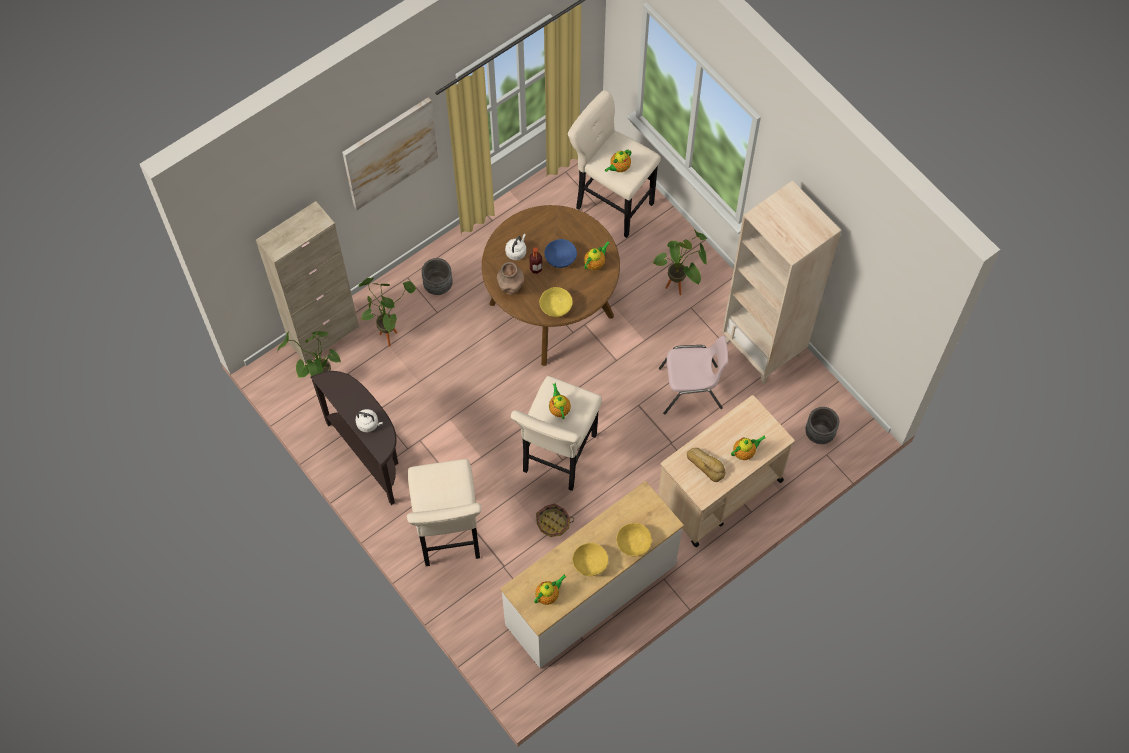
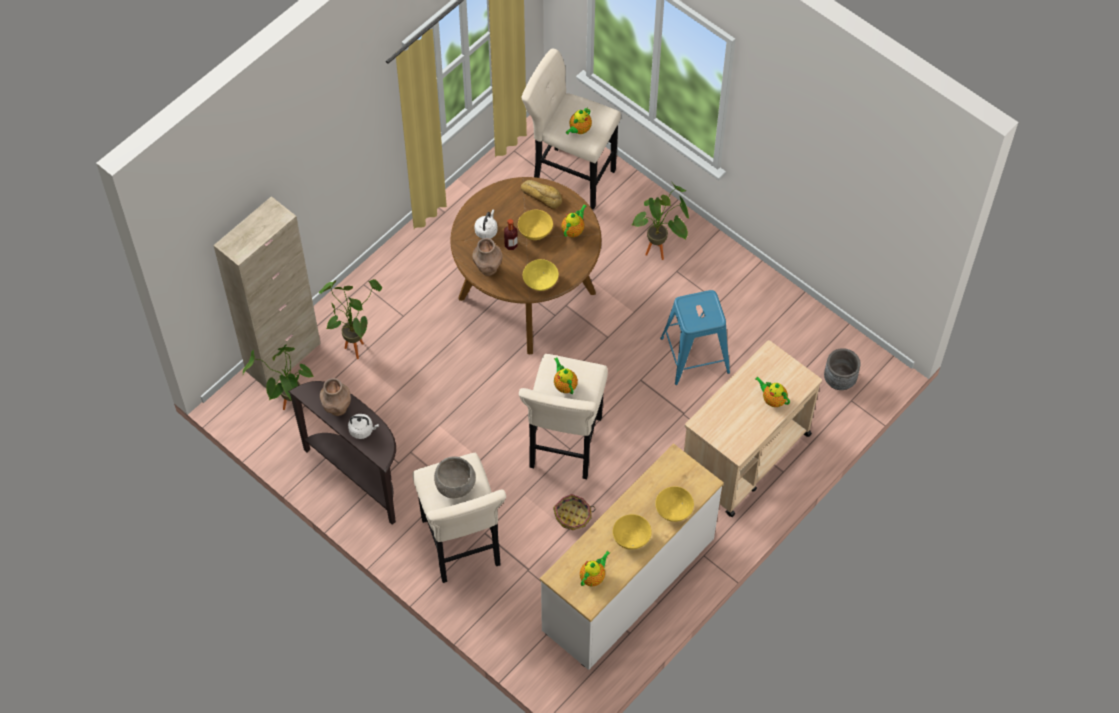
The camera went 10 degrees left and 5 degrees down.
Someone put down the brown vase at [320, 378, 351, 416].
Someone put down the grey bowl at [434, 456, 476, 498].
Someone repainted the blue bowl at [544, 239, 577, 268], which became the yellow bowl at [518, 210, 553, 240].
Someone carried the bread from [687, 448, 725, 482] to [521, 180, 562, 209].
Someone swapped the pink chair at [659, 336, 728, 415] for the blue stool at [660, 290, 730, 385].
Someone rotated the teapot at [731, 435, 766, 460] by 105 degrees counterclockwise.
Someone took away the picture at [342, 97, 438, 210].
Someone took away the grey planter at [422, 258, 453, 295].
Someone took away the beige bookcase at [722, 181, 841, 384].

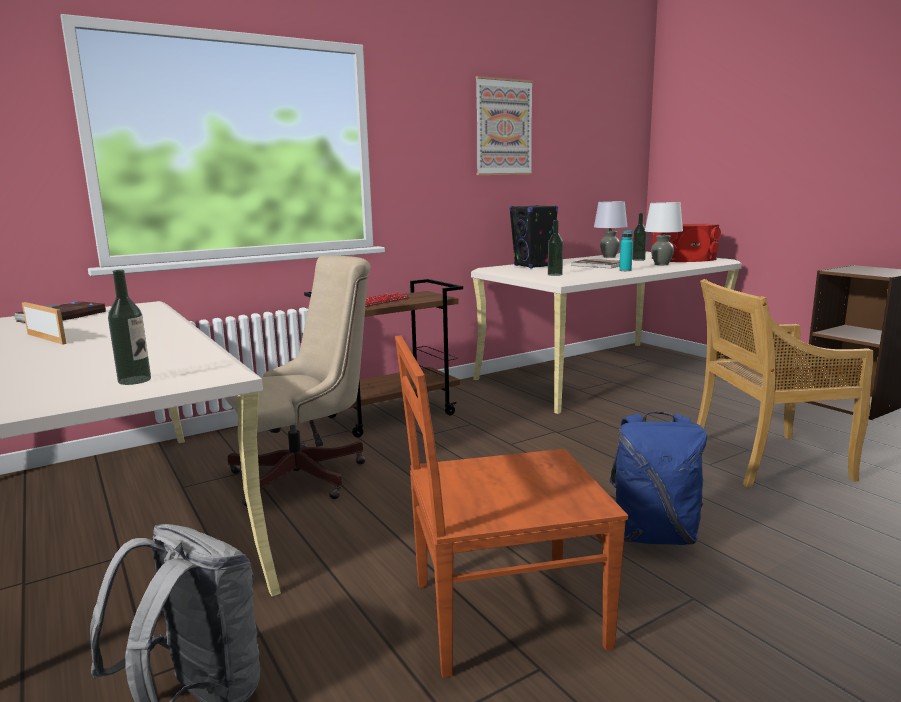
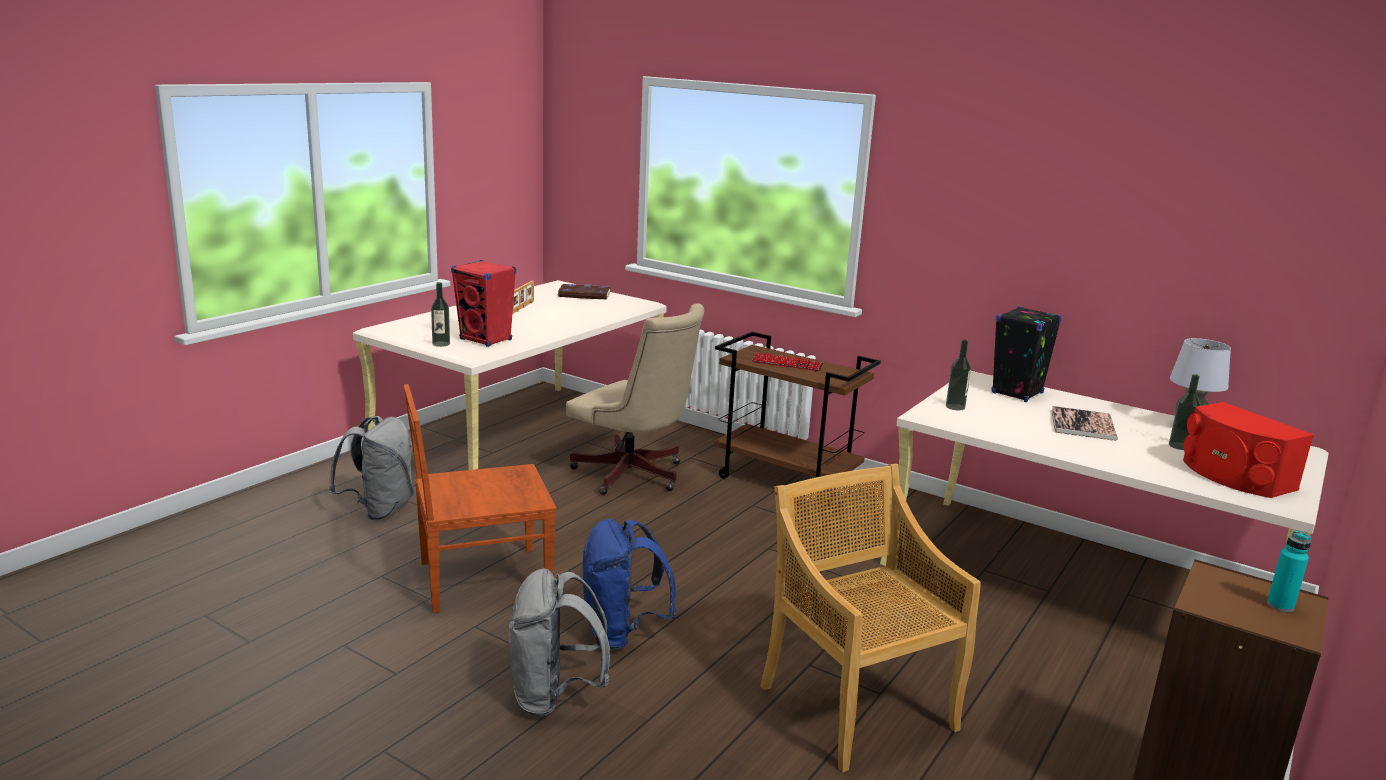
The camera went 65 degrees right and 5 degrees up.
Someone rotated the brown chair at [395, 335, 628, 678] by 75 degrees counterclockwise.
Someone put down the red speaker at [451, 260, 516, 347].
Someone put down the grey backpack at [509, 569, 610, 717].
Someone carried the turquoise bottle from [619, 230, 633, 271] to [1267, 530, 1311, 612].
Someone took away the picture at [475, 76, 533, 175].
Someone took away the white table lamp at [645, 202, 683, 265].

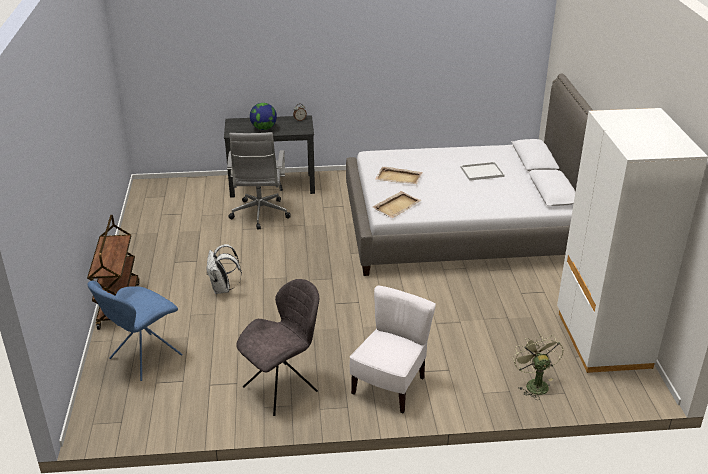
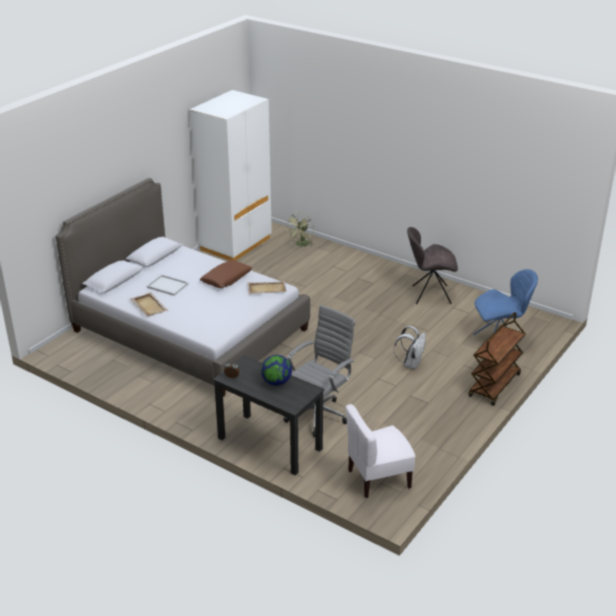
The camera went 140 degrees left and 0 degrees up.
Someone carried the beige tray from [375, 167, 423, 184] to [130, 292, 168, 316].
Someone put down the brown pillow at [200, 260, 252, 288].
Someone carried the white chair from [350, 285, 436, 413] to [345, 404, 415, 498].

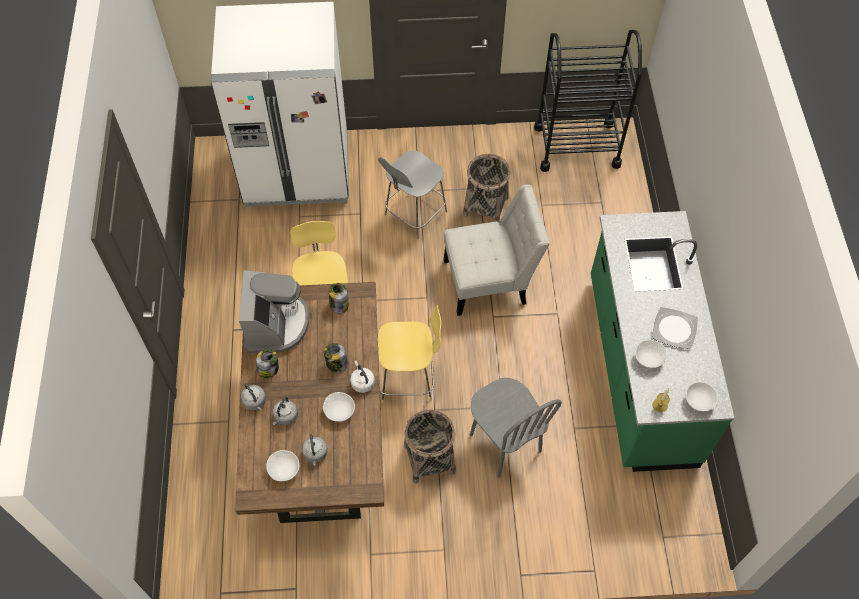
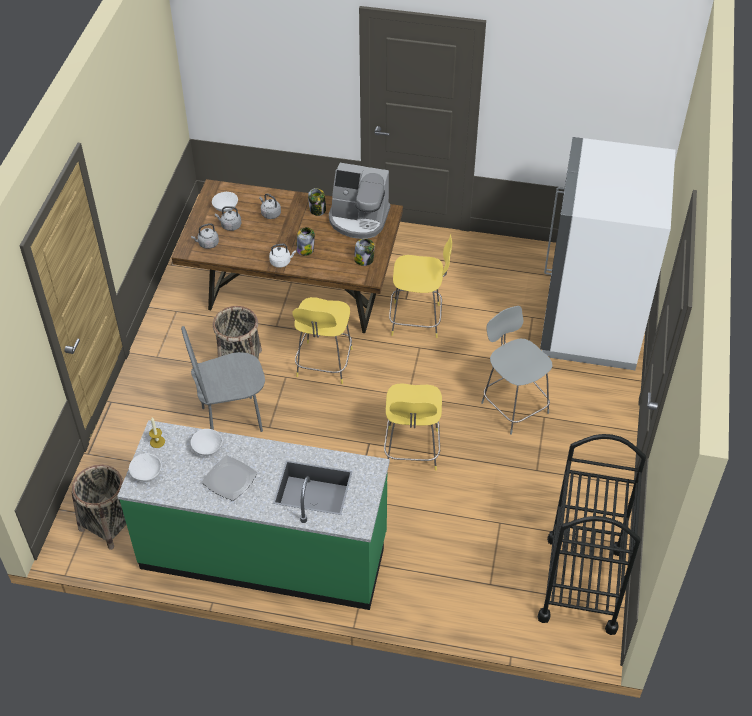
The camera went 105 degrees right and 10 degrees down.
Someone carried the basket from [463, 154, 510, 223] to [71, 464, 126, 550].
Someone carried the grey kettle from [241, 384, 266, 411] to [191, 223, 219, 249].
Someone swapped the white chair at [444, 185, 550, 316] for the yellow stool at [384, 383, 442, 471].
Someone took away the white bowl at [323, 392, 355, 422].

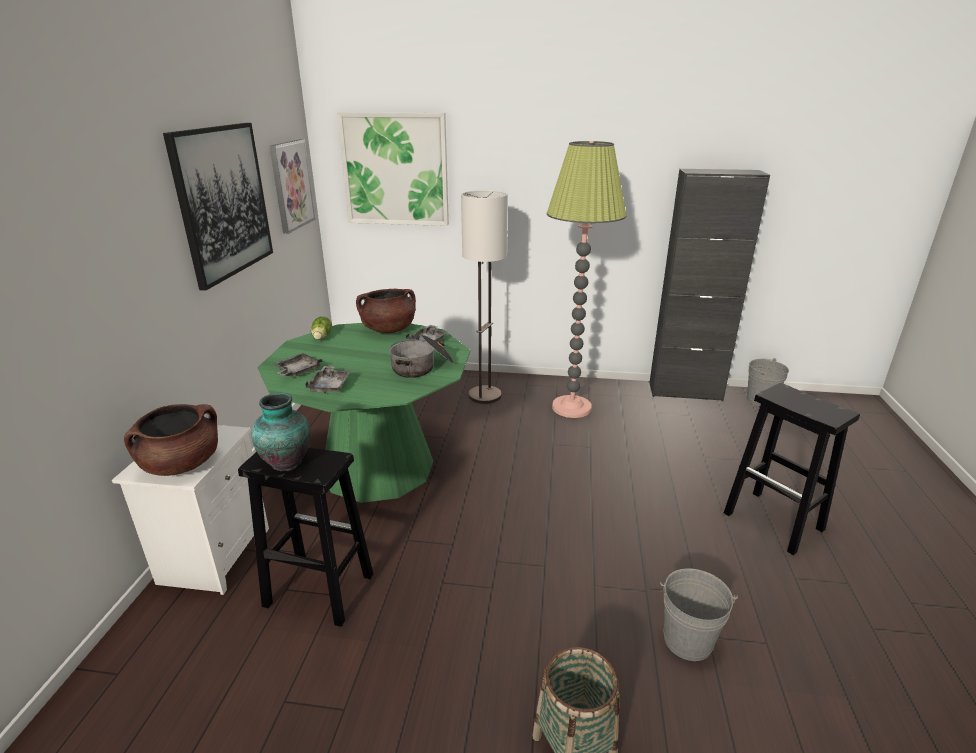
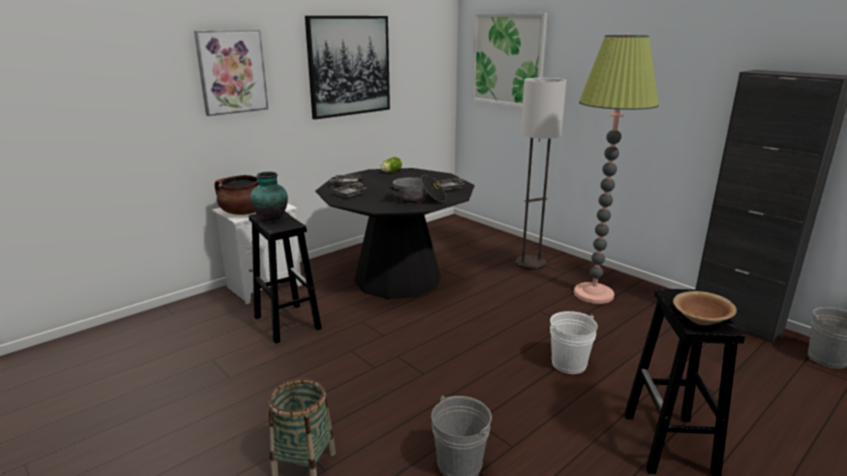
The camera went 40 degrees right and 5 degrees down.
Someone carried the picture from [269, 139, 315, 234] to [194, 30, 268, 116].
Someone repainted the green dining table at [258, 323, 470, 503], which became the black dining table at [315, 168, 474, 299].
Someone put down the white bucket at [550, 311, 598, 374].
Someone put down the brown bowl at [673, 291, 737, 325].
Someone took away the brown cooking pot at [356, 289, 416, 333].

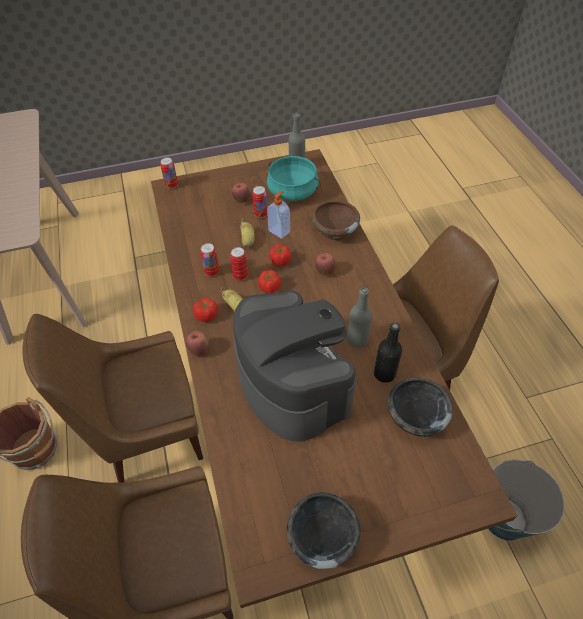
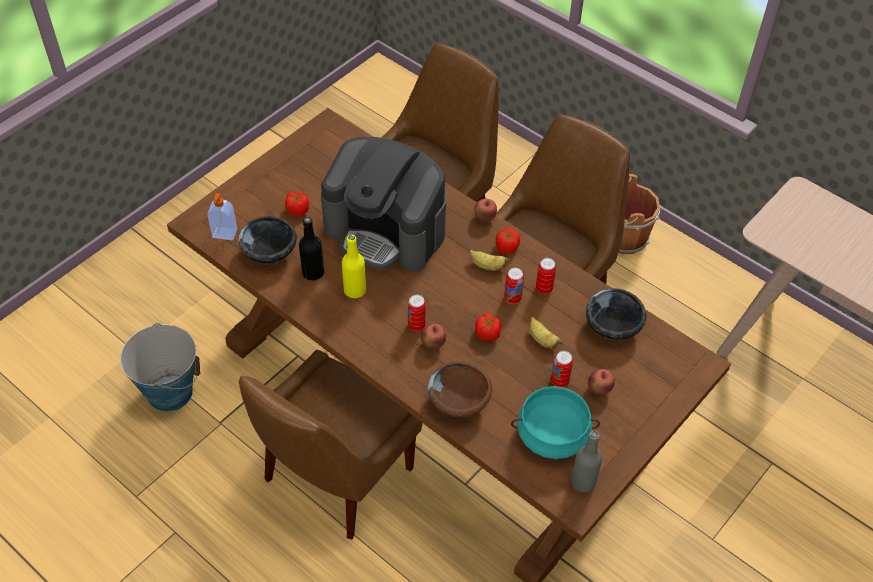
The camera went 145 degrees right and 0 degrees up.
Someone carried the soap dispenser from [267, 191, 290, 239] to [207, 193, 237, 240].
Someone carried the tomato from [258, 270, 281, 293] to [285, 192, 309, 216].
Someone repainted the grey bottle at [347, 287, 372, 348], which became the yellow bottle at [342, 235, 366, 298].
Someone carried the can from [160, 157, 178, 189] to [408, 295, 426, 331].
Someone carried the black bowl from [287, 492, 361, 569] to [586, 288, 647, 340].

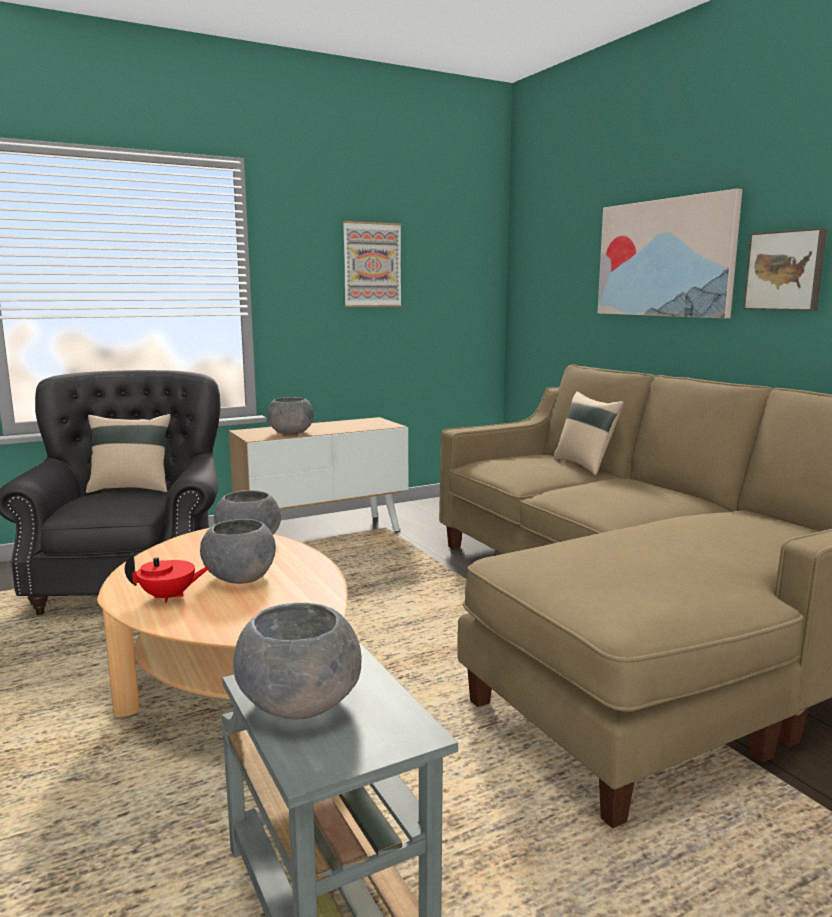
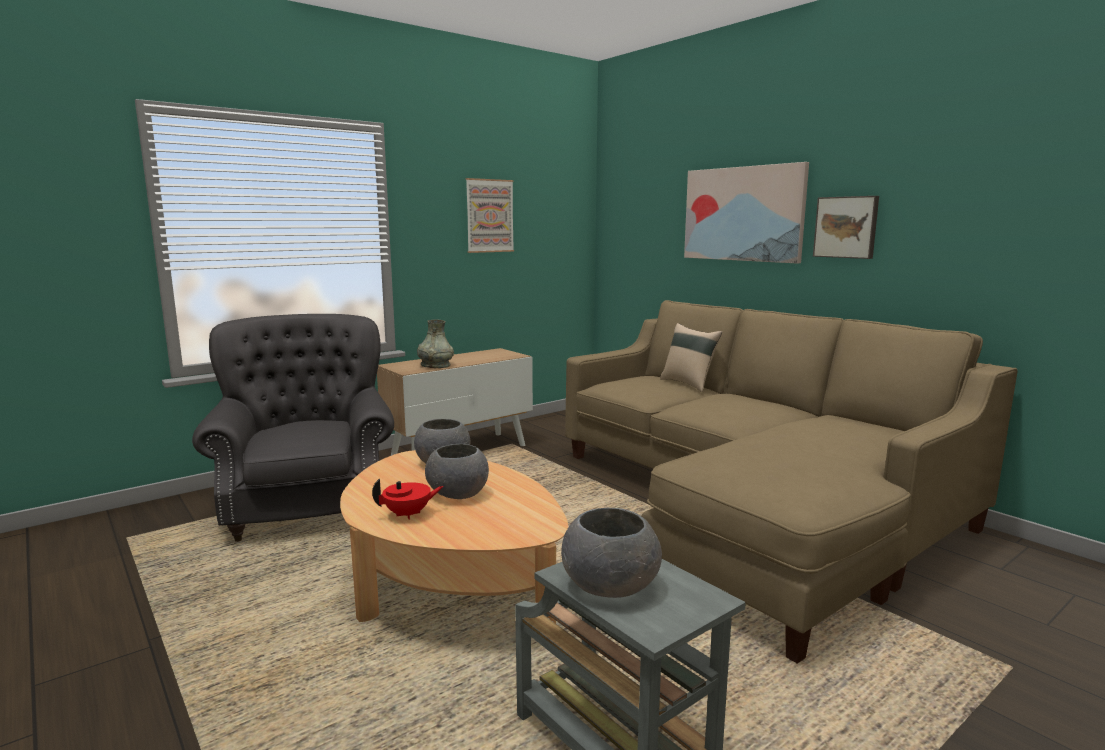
The camera went 10 degrees left and 0 degrees up.
Someone swapped the grey bowl at [267, 397, 314, 435] for the grey vase at [417, 319, 454, 368].
Someone took away the beige pillow at [86, 414, 171, 493].

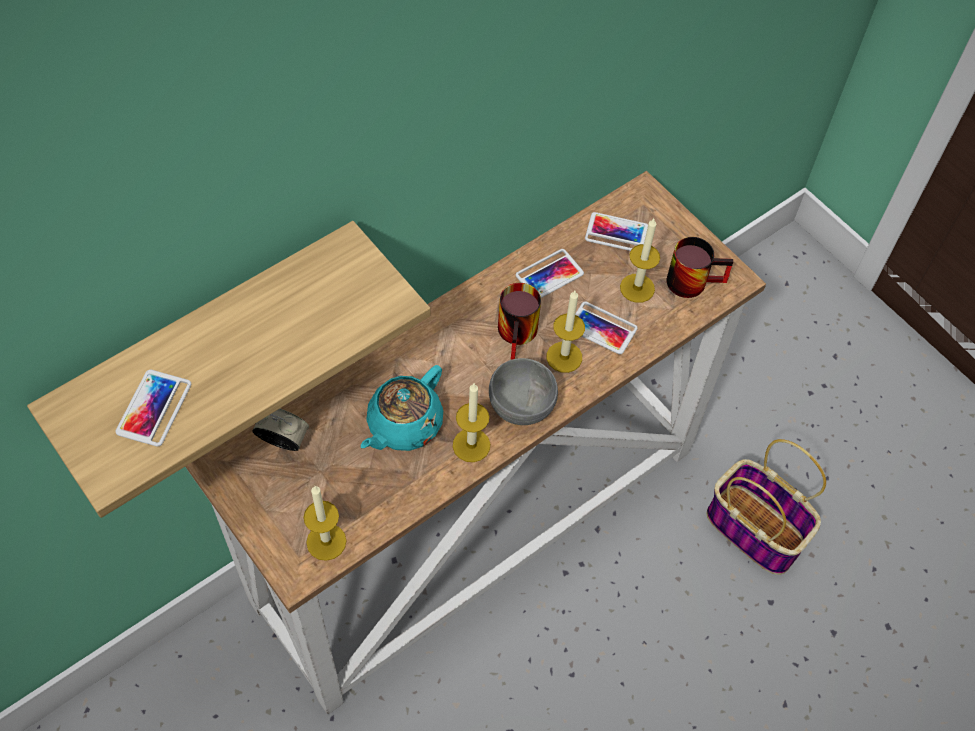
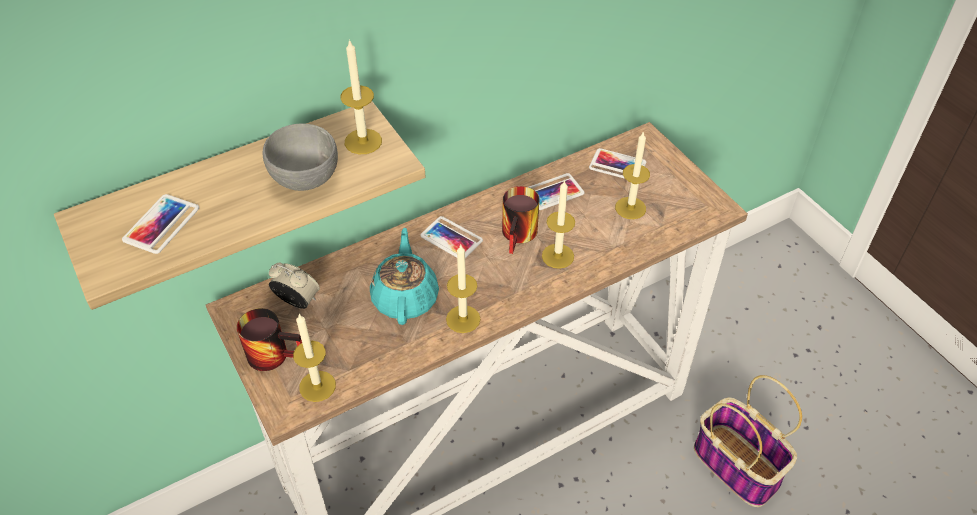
The camera went 10 degrees right and 10 degrees down.
Someone carried the mug from [667, 237, 733, 298] to [237, 308, 302, 371].
Someone carried the grey bowl from [489, 358, 558, 425] to [263, 123, 338, 191].
Someone put down the candle at [340, 39, 382, 154].
Someone rotated the turquoise teapot at [360, 365, 443, 451] by 135 degrees clockwise.
Someone carried the phone from [575, 302, 638, 354] to [420, 216, 483, 259].

